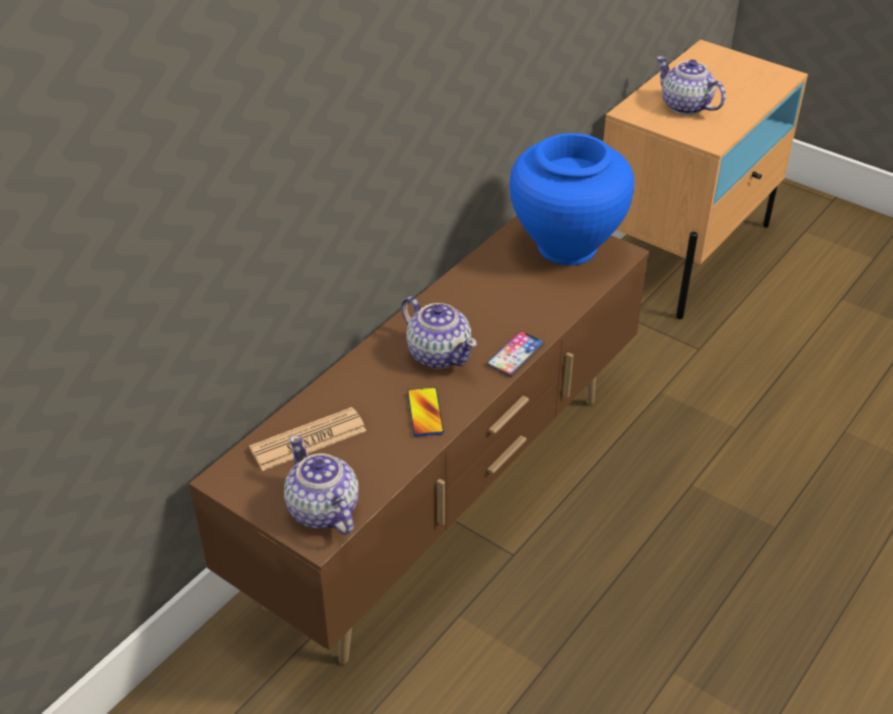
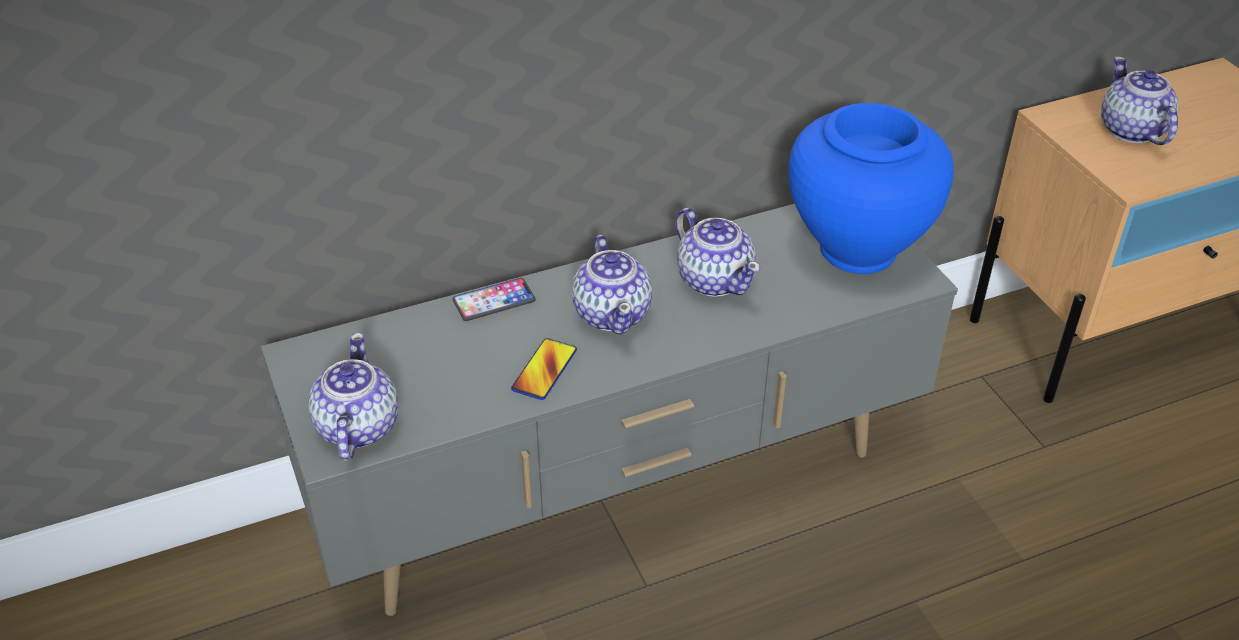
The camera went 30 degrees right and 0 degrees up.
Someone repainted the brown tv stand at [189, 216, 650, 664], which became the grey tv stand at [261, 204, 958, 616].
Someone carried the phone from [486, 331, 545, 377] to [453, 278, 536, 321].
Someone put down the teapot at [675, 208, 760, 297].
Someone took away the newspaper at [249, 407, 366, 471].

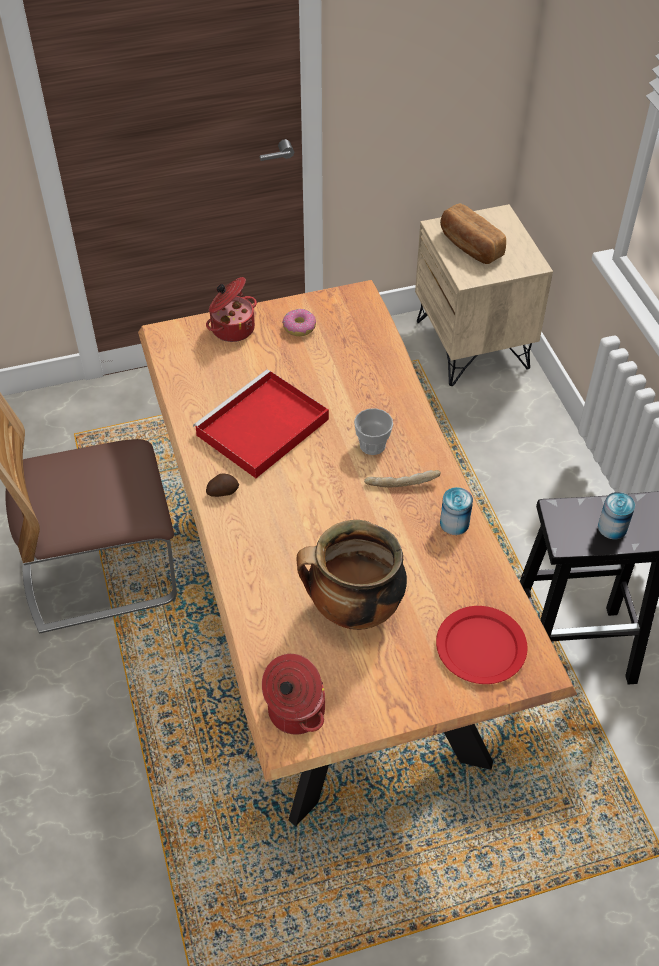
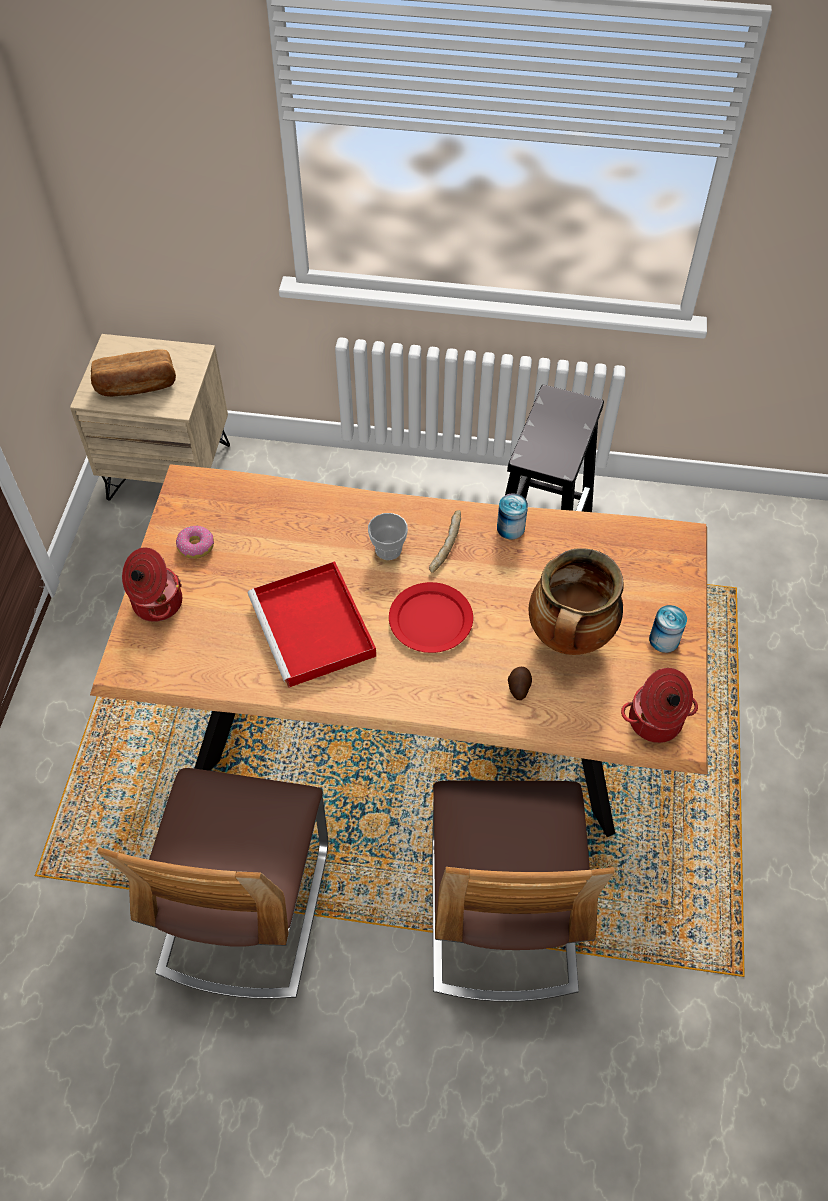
The camera went 65 degrees left and 5 degrees up.
Someone carried the red plate from [436, 606, 528, 684] to [389, 582, 473, 653].
Someone put down the chair at [432, 781, 615, 1002].
Someone carried the potato from [206, 473, 239, 497] to [508, 667, 532, 700].
Someone carried the can from [598, 492, 635, 539] to [649, 605, 687, 653].

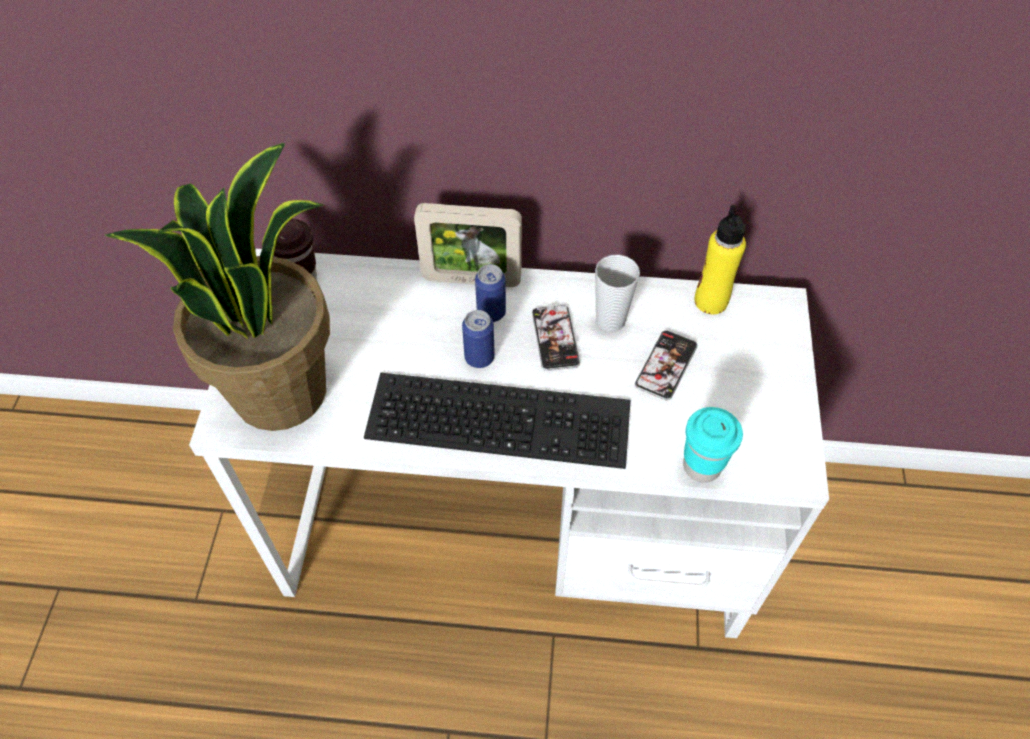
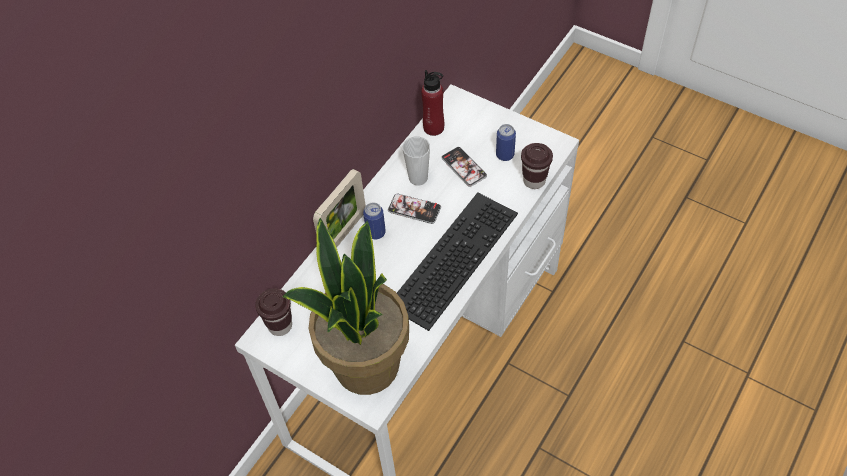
The camera went 60 degrees left and 0 degrees up.
Someone repainted the yellow bottle at [694, 205, 746, 314], which became the red bottle at [421, 70, 444, 136].
Someone carried the can from [462, 310, 495, 368] to [496, 124, 516, 161].
Someone repainted the turquoise cup at [683, 407, 743, 483], which became the brown cup at [521, 143, 553, 189].

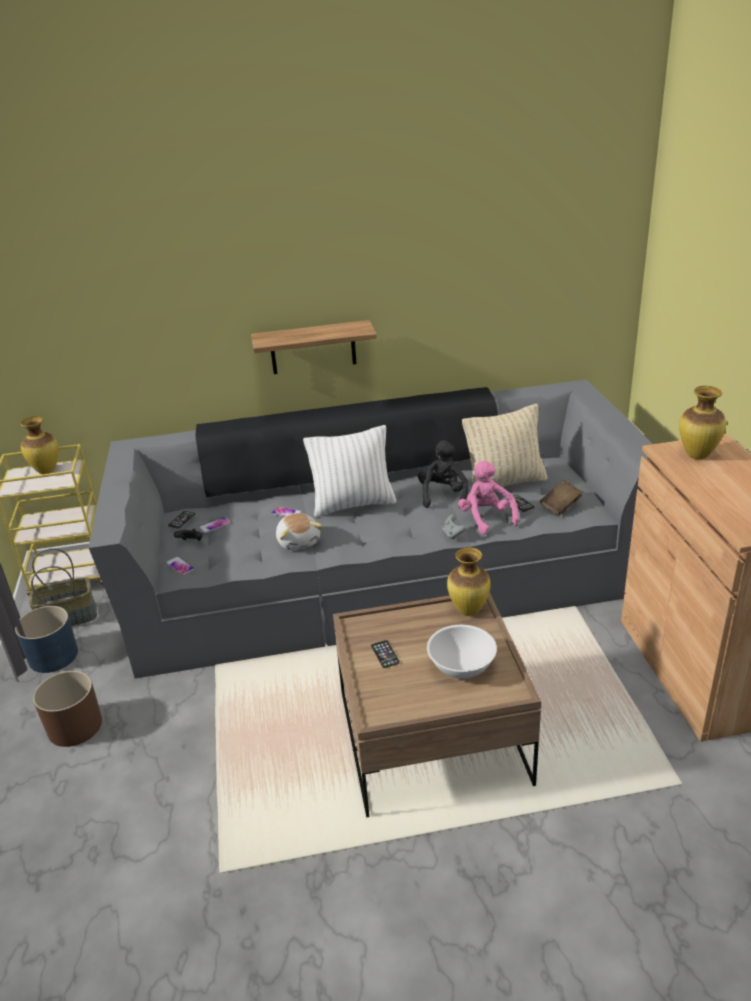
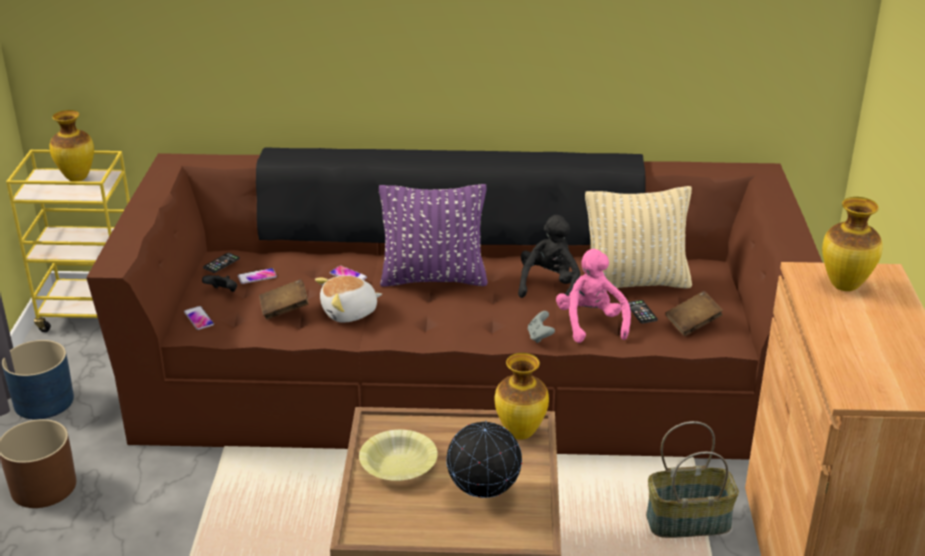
The camera went 10 degrees right and 0 degrees up.
Someone repainted the grey sofa at [89, 380, 652, 678], which became the brown sofa at [86, 147, 823, 460].
Someone put down the brown book at [259, 279, 309, 320].
Someone rotated the plush toy at [276, 513, 322, 550] by 75 degrees clockwise.
Someone swapped the phone at [371, 640, 400, 668] for the yellow bowl at [359, 430, 438, 481].
Someone repainted the white pillow at [303, 425, 396, 517], which became the purple pillow at [379, 184, 488, 287].
Someone swapped the white bowl at [427, 625, 497, 679] for the globe at [446, 421, 522, 498].
Someone carried the basket from [29, 548, 97, 626] to [646, 421, 739, 538].
Someone took away the shelf at [251, 320, 377, 374].

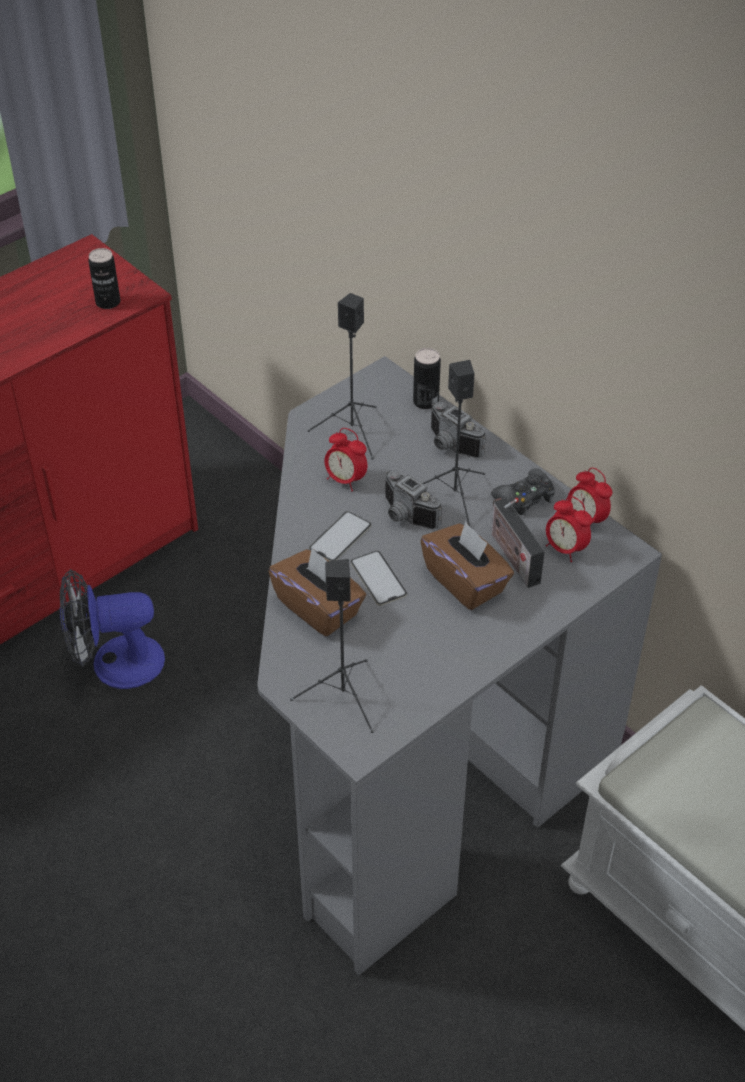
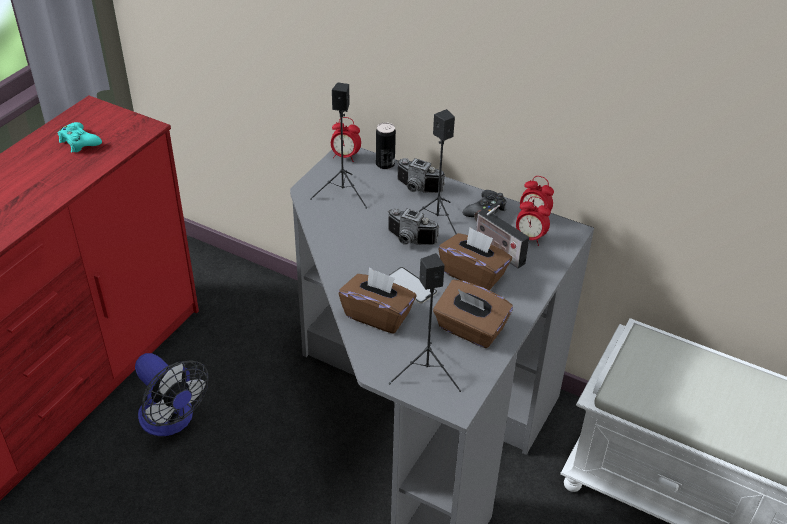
The camera went 20 degrees left and 5 degrees down.
Someone put down the turquoise game controller at [58, 122, 102, 153].
Someone rotated the fan at [60, 569, 165, 689] by 105 degrees counterclockwise.
Someone carried the alarm clock from [324, 428, 367, 491] to [331, 117, 361, 162].
Someone put down the brown tissue box at [433, 280, 513, 348].
Someone took away the can at [88, 248, 120, 309].
Someone took away the phone at [309, 511, 371, 561].

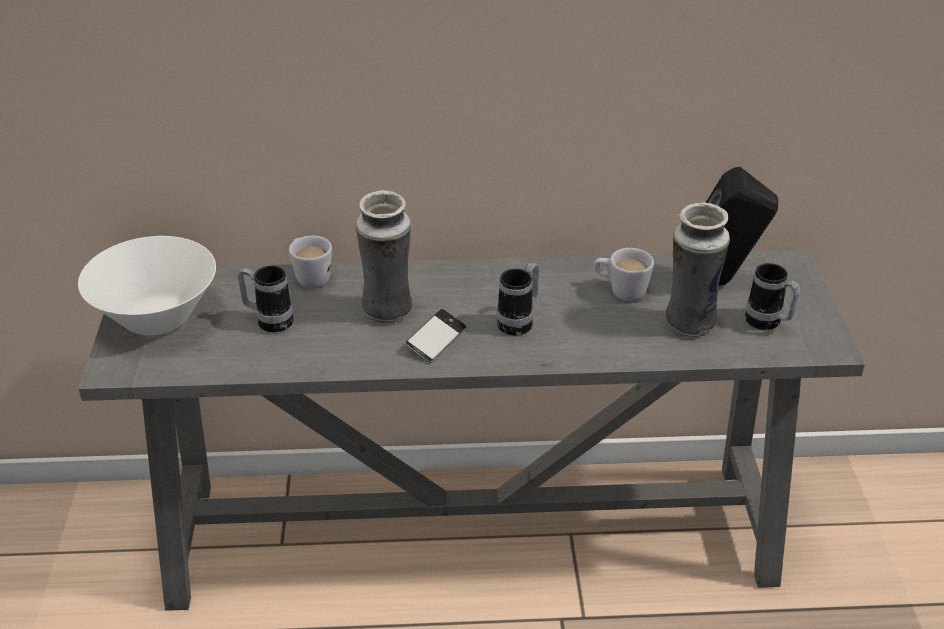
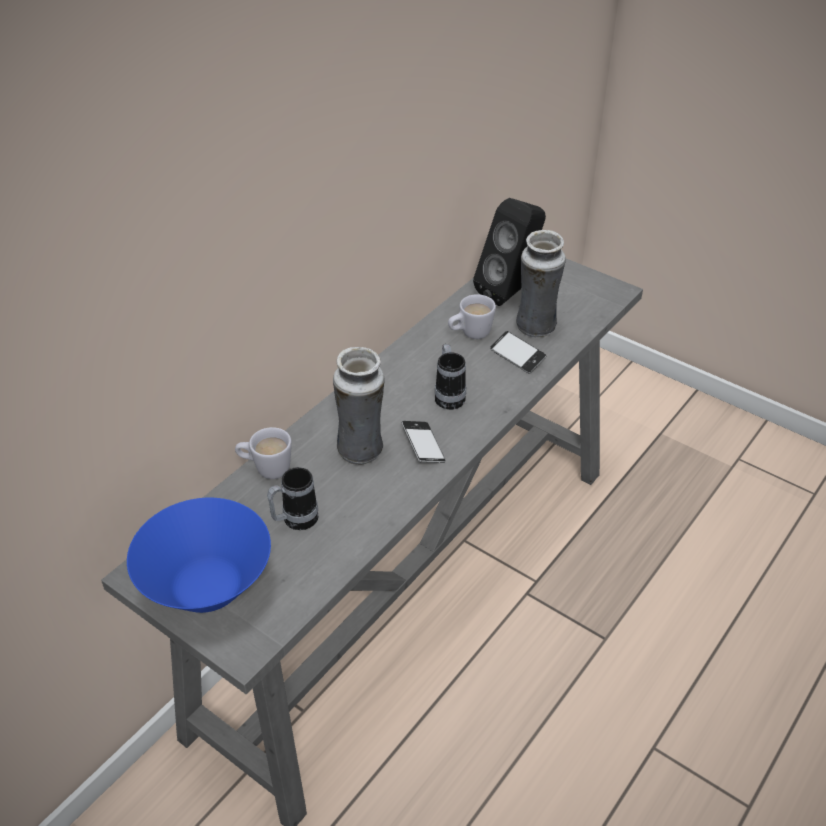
The camera went 50 degrees left and 5 degrees up.
Someone repainted the white bowl at [78, 236, 216, 335], which became the blue bowl at [127, 498, 271, 613].
Someone put down the phone at [490, 331, 546, 374].
Someone took away the mug at [745, 263, 800, 330].

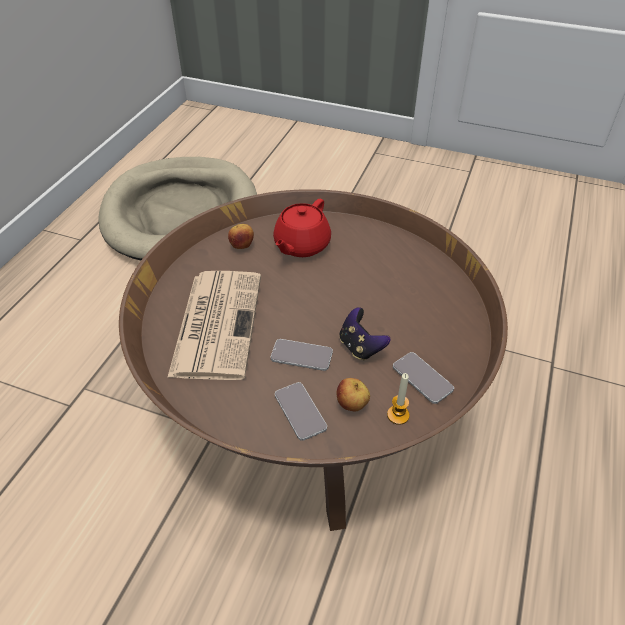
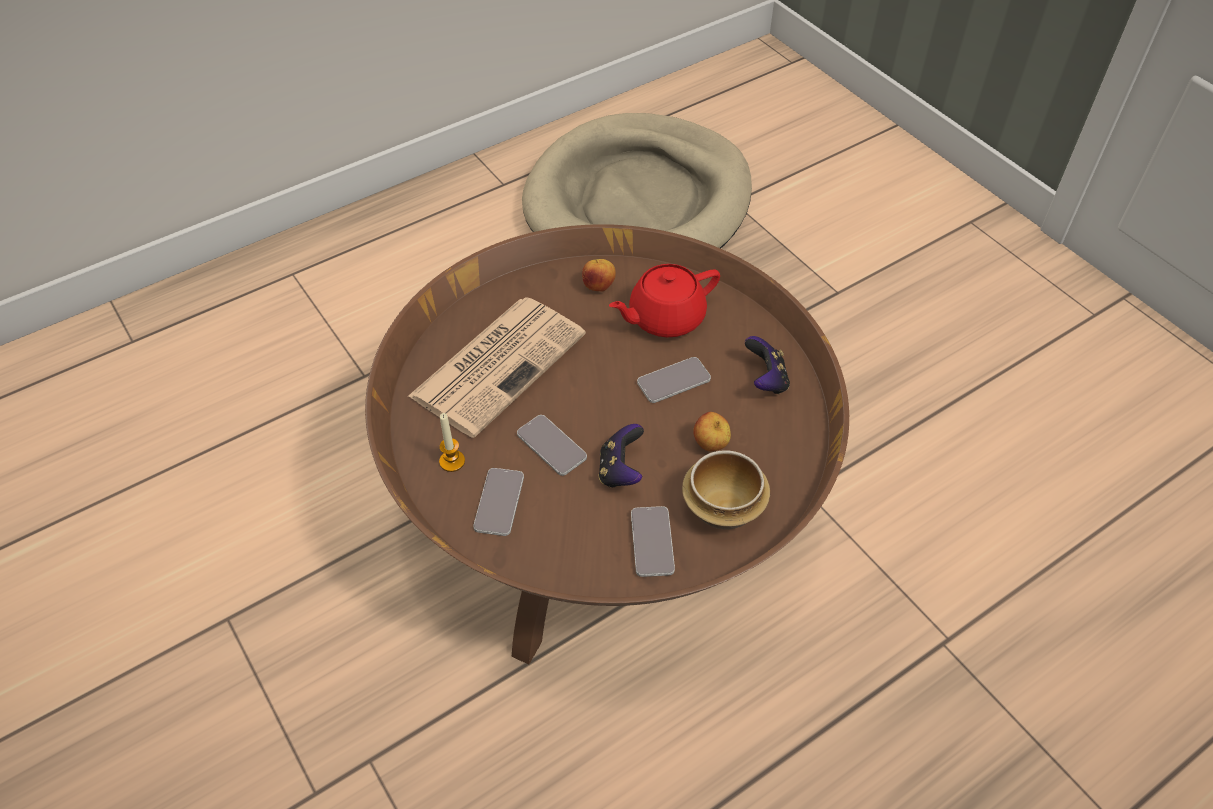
The camera went 35 degrees right and 5 degrees up.
Someone carried the candle from [387, 373, 410, 425] to [439, 413, 465, 472].
Someone put down the phone at [637, 357, 711, 403].
Someone put down the bowl at [682, 450, 770, 530].
Someone carried the apple from [336, 378, 370, 411] to [693, 412, 731, 451].
Someone put down the game controller at [745, 336, 790, 394].

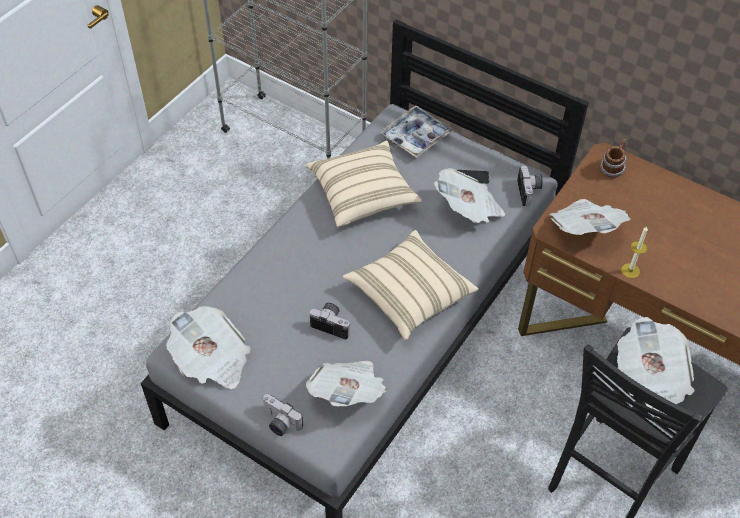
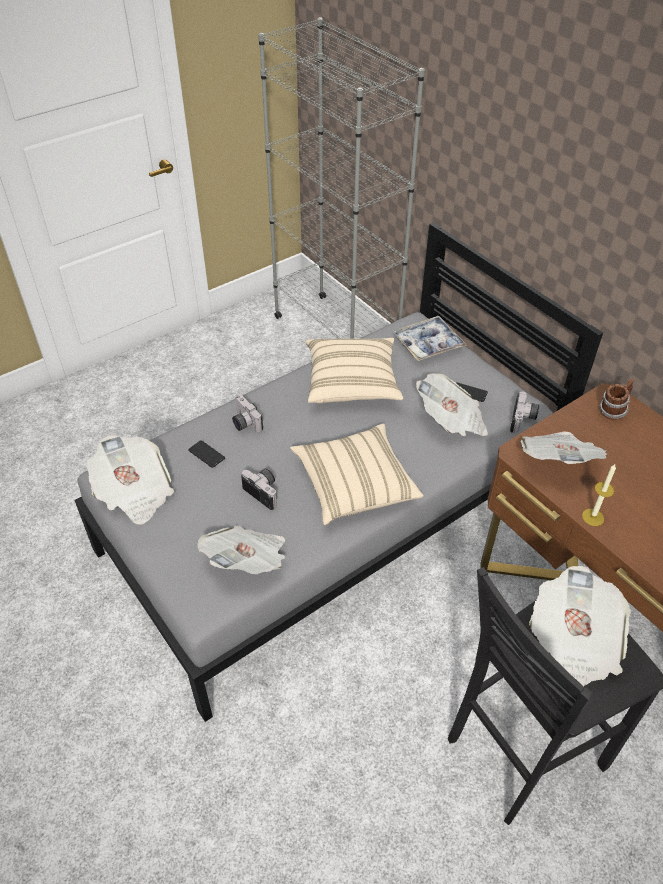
The camera went 20 degrees right and 5 degrees down.
Someone put down the phone at [188, 440, 225, 468].
Someone carried the photo camera from [263, 394, 303, 436] to [232, 394, 263, 432].

